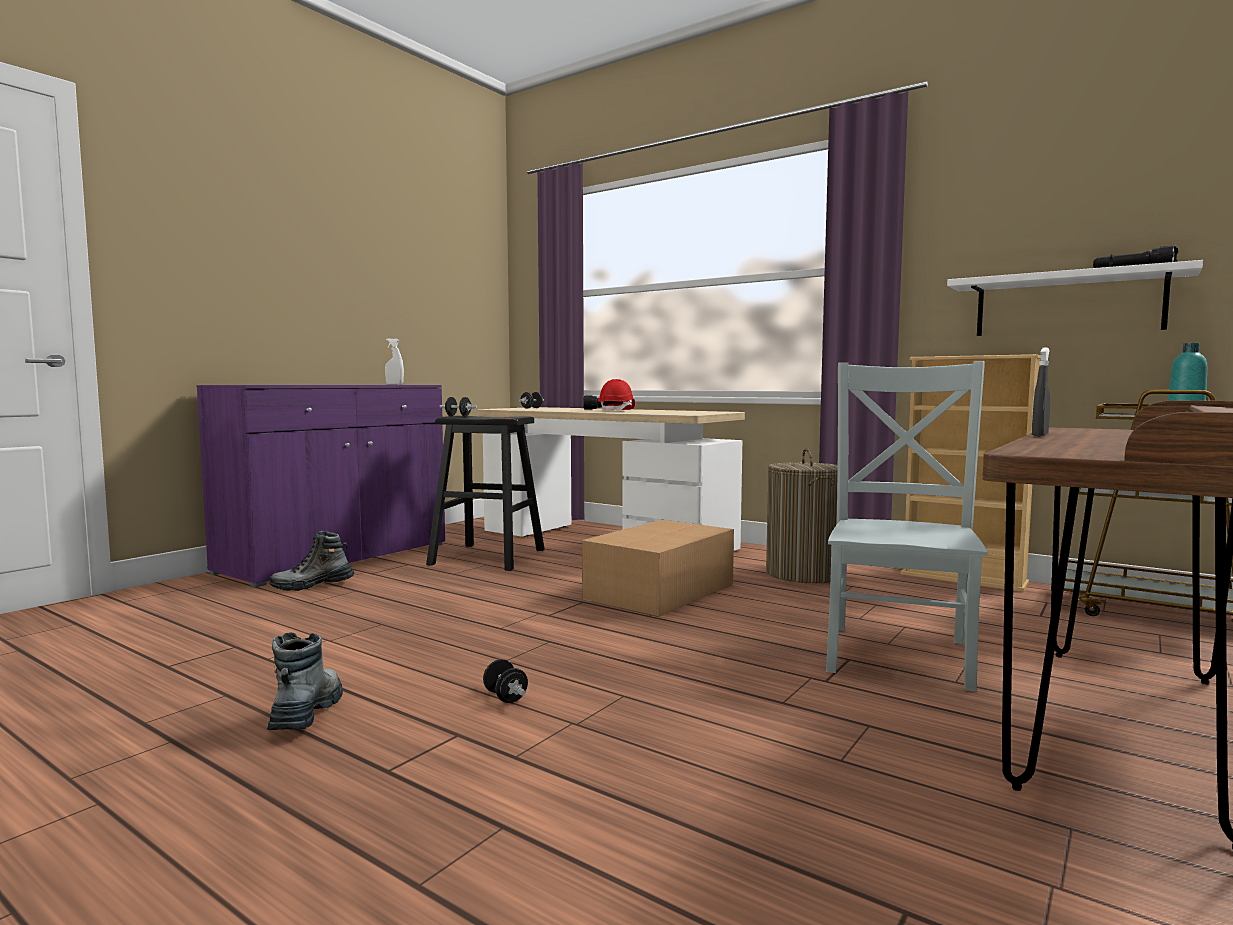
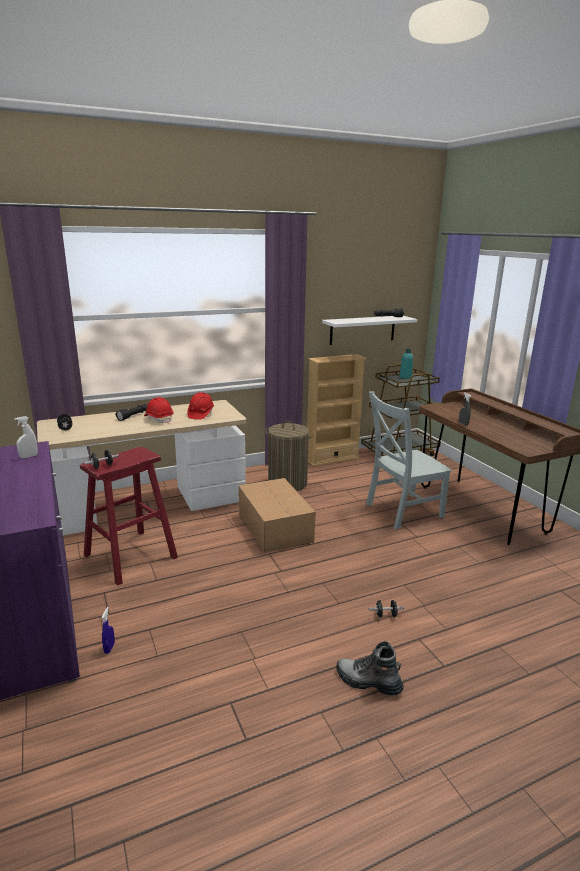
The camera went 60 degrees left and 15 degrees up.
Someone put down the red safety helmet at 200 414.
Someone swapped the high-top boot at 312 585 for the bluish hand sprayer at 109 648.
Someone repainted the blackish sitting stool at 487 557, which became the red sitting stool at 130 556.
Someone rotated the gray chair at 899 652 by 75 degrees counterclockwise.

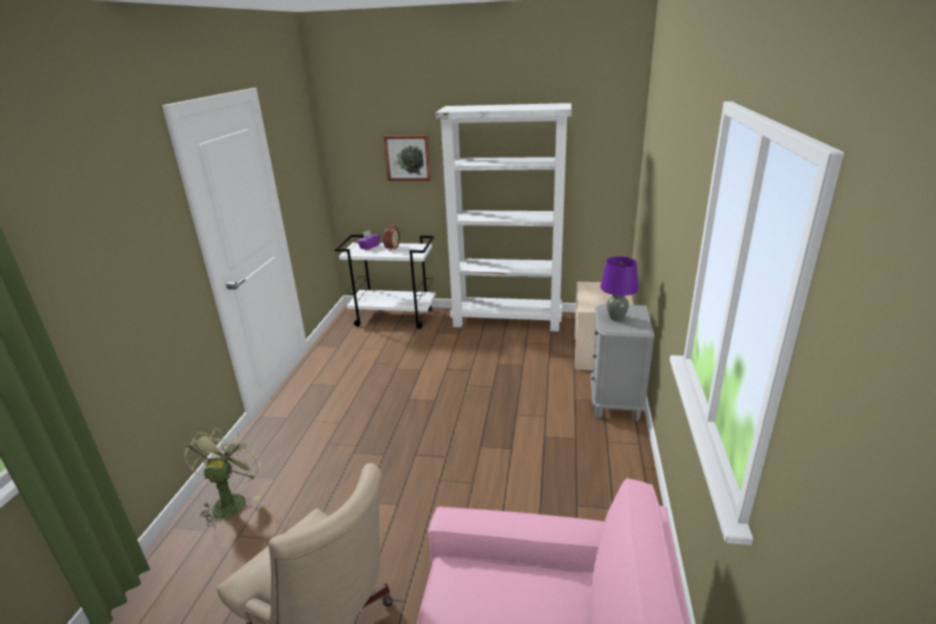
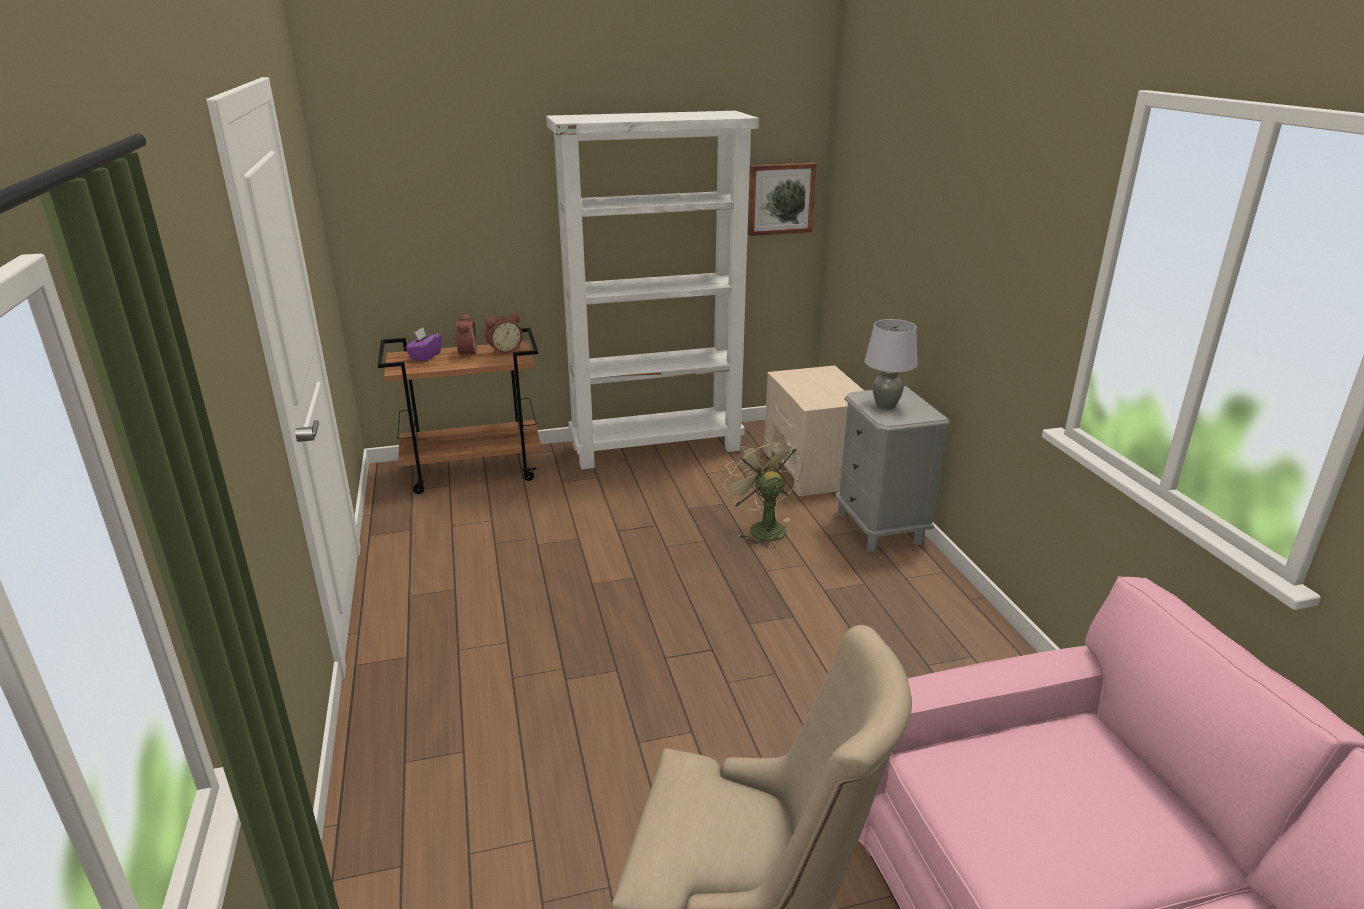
The camera went 25 degrees left and 0 degrees up.
Someone put down the alarm clock at 504 350.
Someone carried the greenish fan from 231 500 to 762 528.
Someone carried the wall picture from 408 158 to 780 198.
Someone repainted the whitish wheeled cart at 394 317, which became the brown-coloured wheeled cart at 474 470.
Someone repainted the purplish tabletop lamp at 616 318, which became the gray tabletop lamp at 885 406.

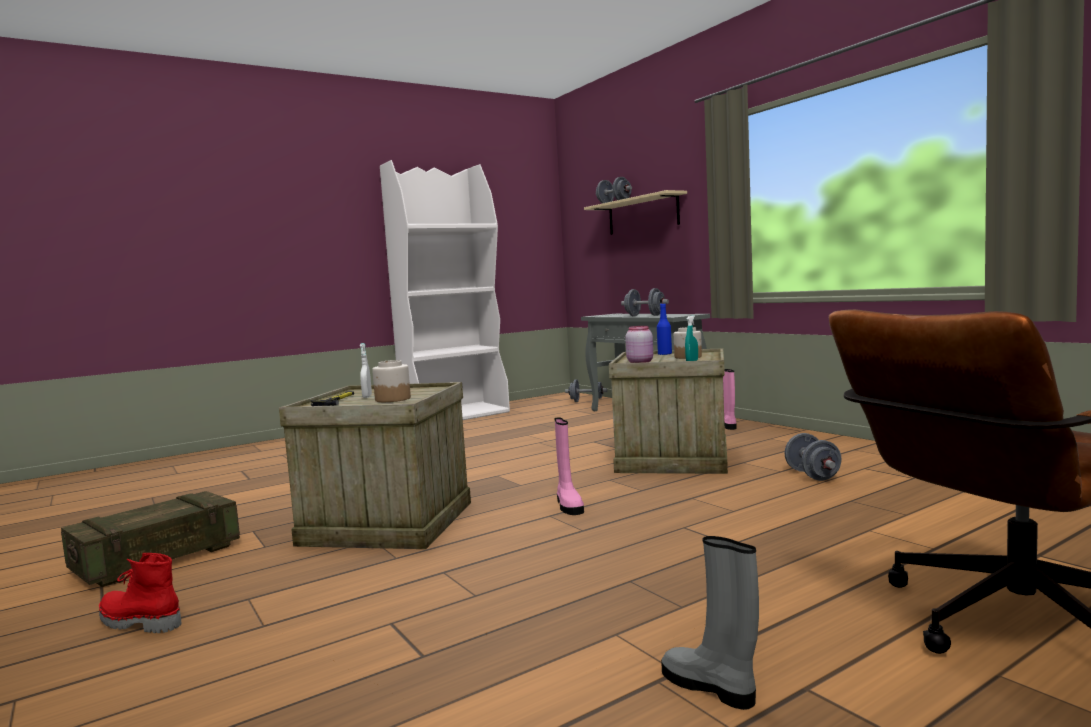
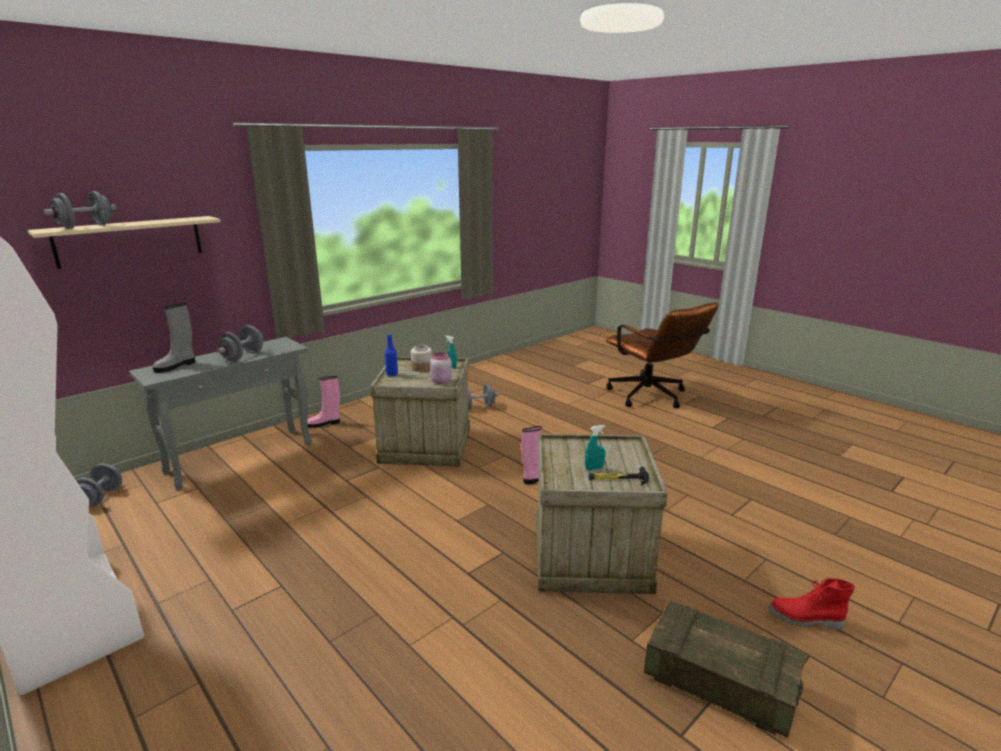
The camera went 100 degrees left and 15 degrees up.
Someone took away the preserve jar at 392 399.
Someone carried the gray high-top boot from 711 687 to 176 366.
Someone repainted the whitish hand sprayer at 367 396, which became the turquoise hand sprayer at 594 468.
Someone rotated the red high-top boot at 138 623 by 90 degrees clockwise.

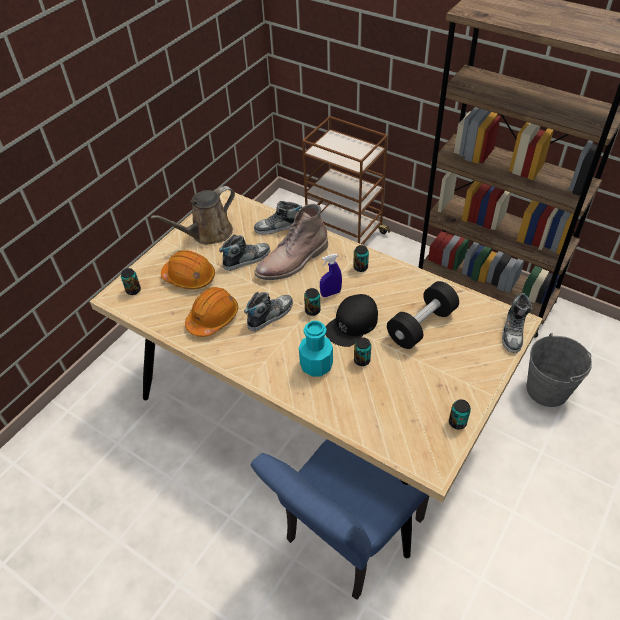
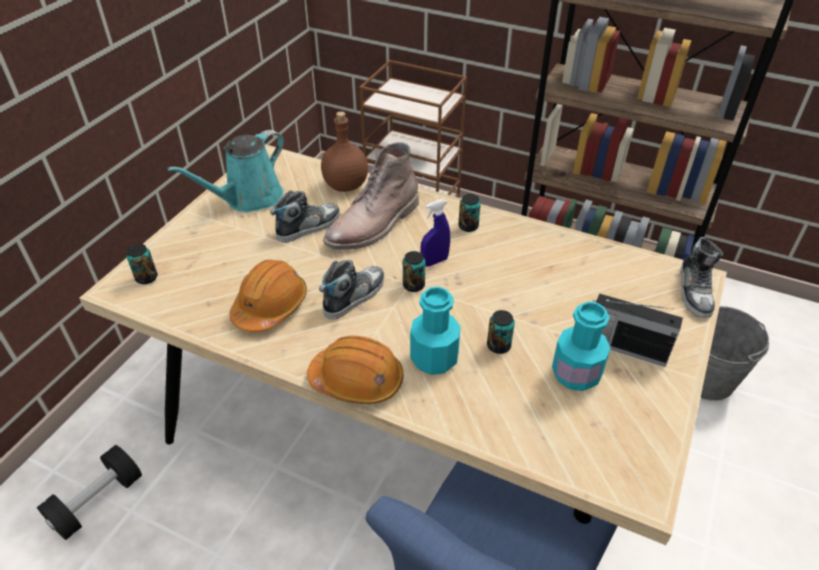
The camera went 10 degrees left and 5 degrees down.
Someone took away the blackish peaked cap at 352 324.
Someone took away the metal can at 457 422.
Someone put down the turquoise beverage bottle at 576 374.
Someone put down the radio receiver at 624 347.
Someone carried the orange-coloured safety helmet from 189 277 to 357 380.
Someone carried the blackish free weight from 421 325 to 97 501.
Someone swapped the low shoe at 278 227 for the brown-coloured beverage bottle at 346 185.
Someone repainted the brown-coloured watering pot at 208 233, which became the turquoise watering pot at 249 199.

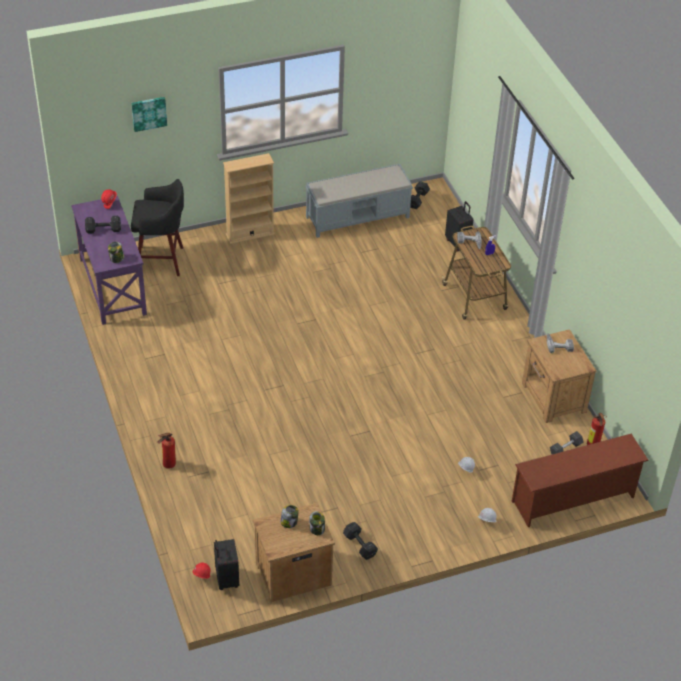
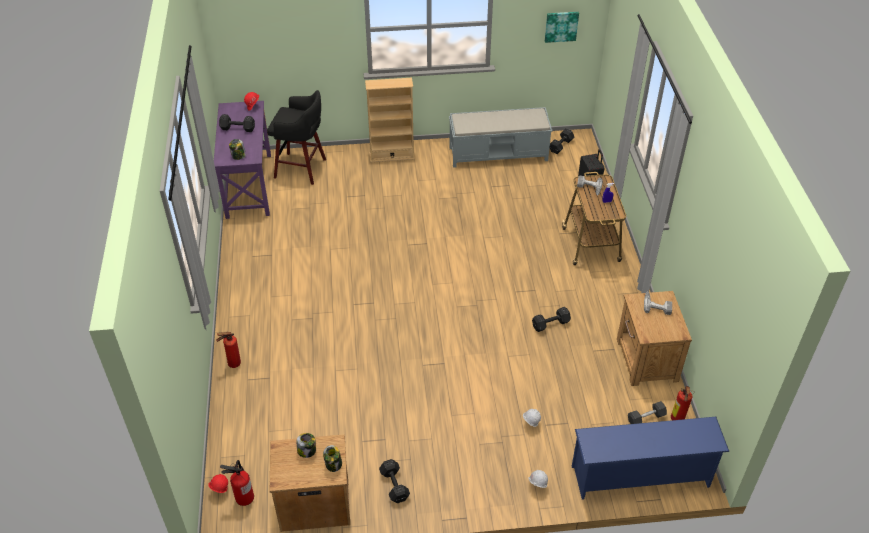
The camera went 15 degrees right and 0 degrees up.
Someone put down the blackish free weight at 551 324.
Someone carried the wall picture from 149 113 to 561 26.
Someone swapped the blackish piece of luggage at 226 579 for the fire-fighting cylinder at 244 496.
Someone repainted the brown-coloured shoe rack at 573 500, which became the bluish shoe rack at 640 477.

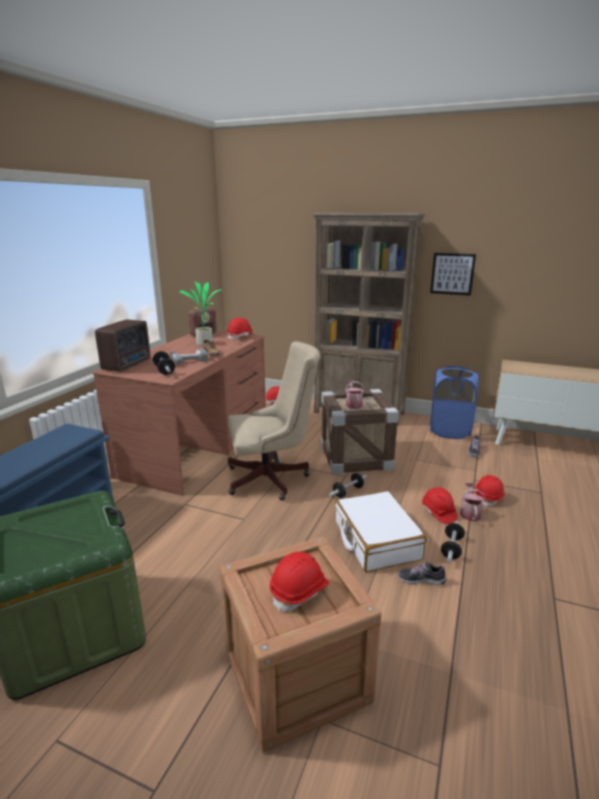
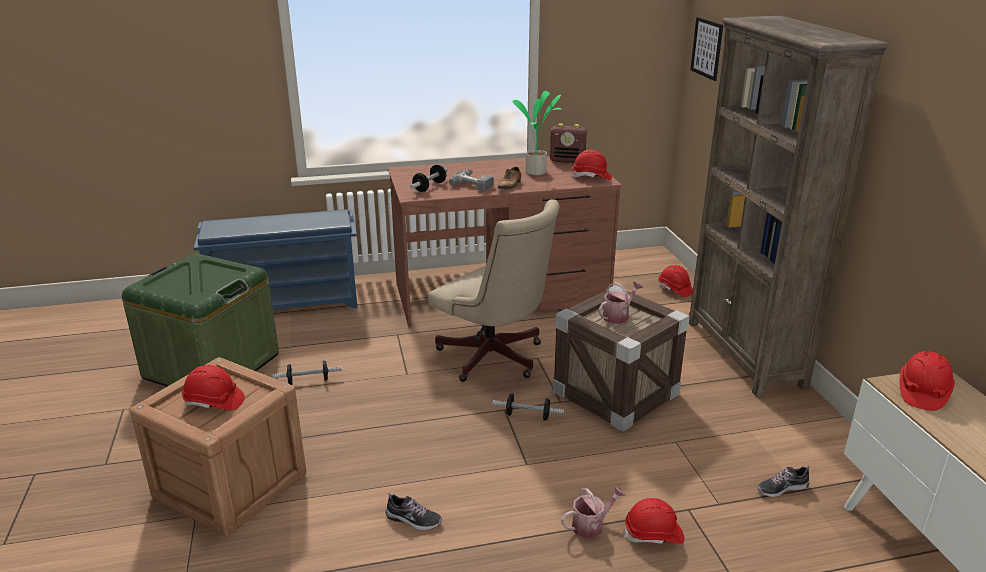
The camera went 55 degrees right and 5 degrees up.
Someone took away the radio receiver at 128 365.
Someone took away the whitish piece of luggage at 376 540.
Someone took away the bluish washing basket at 449 430.
Someone carried the red safety helmet from 438 513 to 922 393.
Someone carried the wall picture from 452 274 to 707 48.
Someone carried the free weight from 451 548 to 308 381.
Someone rotated the low shoe at 421 579 by 135 degrees clockwise.

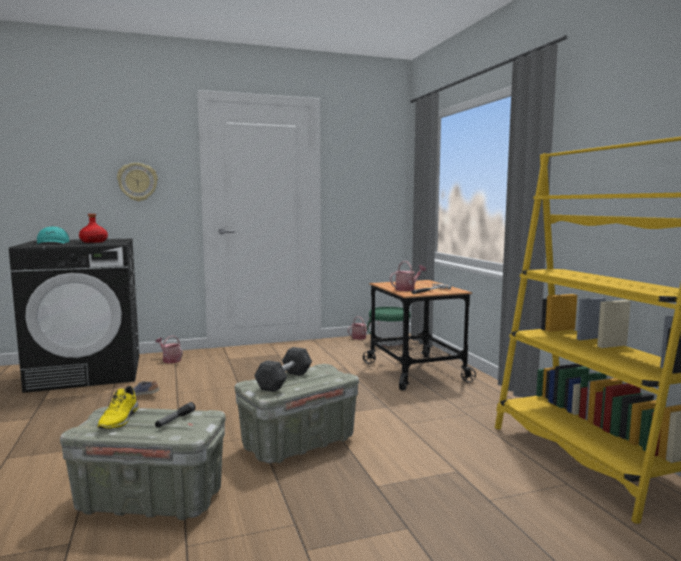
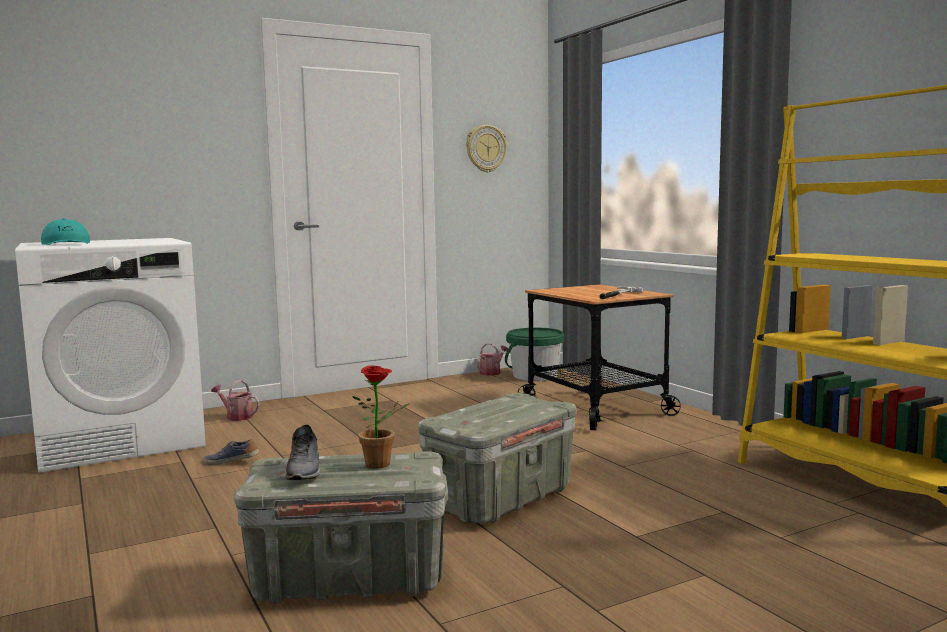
The camera went 10 degrees left and 0 degrees up.
Someone took away the red beverage bottle at 93 242.
Someone took away the gray free weight at 284 380.
Someone took away the watering pot at 407 289.
Someone carried the wall clock from 137 182 to 486 148.
Someone swapped the torch at 175 420 for the potted plant at 383 464.
Someone repainted the blackish laundry machine at 88 372, which became the whitish laundry machine at 121 440.
Someone repainted the yellowish low shoe at 120 419, which became the gray low shoe at 305 470.

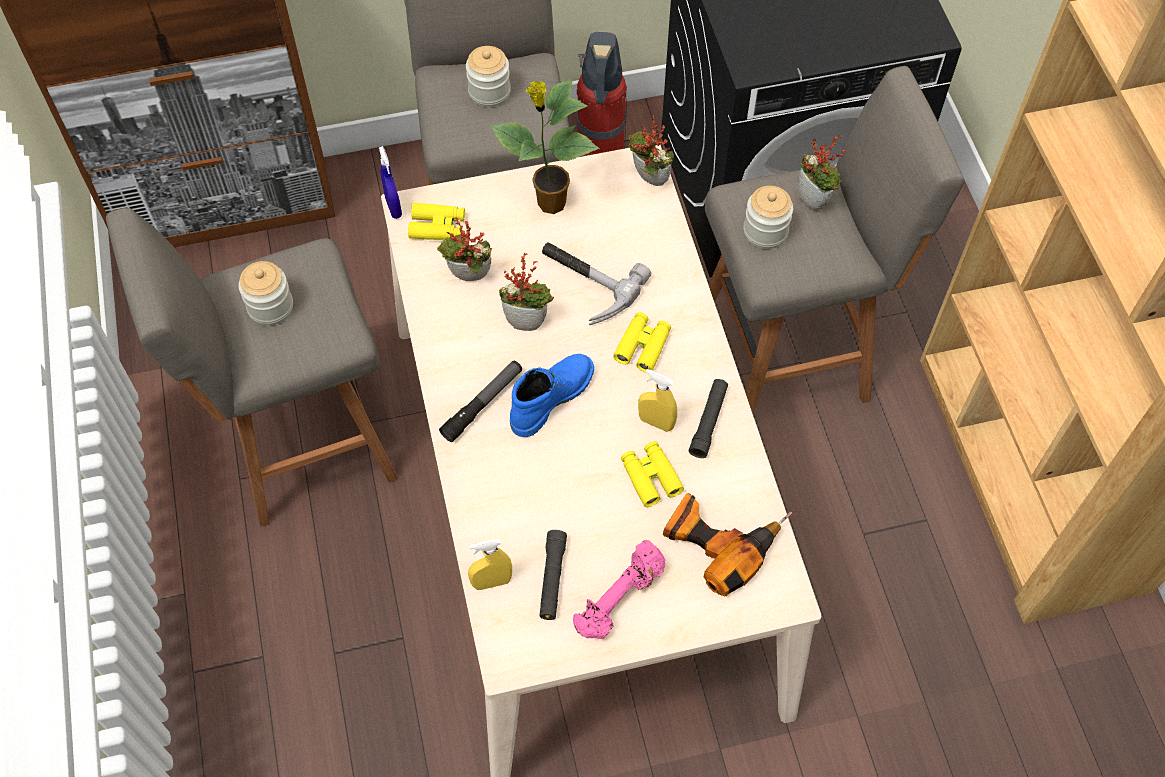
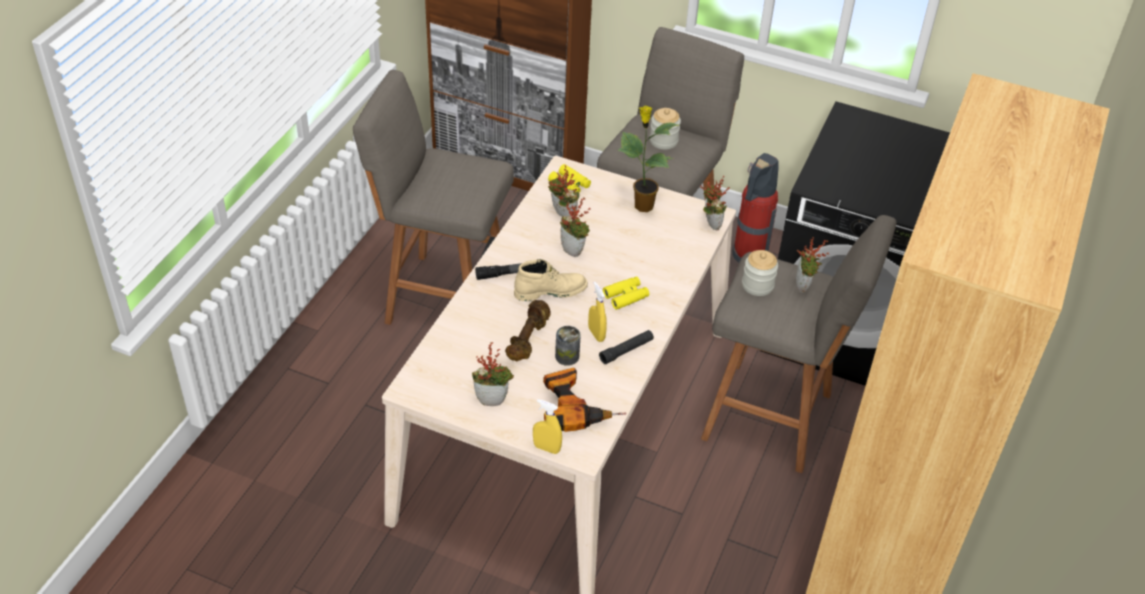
The camera went 35 degrees right and 15 degrees down.
Someone took away the preserve jar at 270 307.
Someone took away the bluish hand sprayer at 393 207.
Someone took away the blackish torch at 552 579.
Someone took away the tool hammer at 584 284.
Someone put down the brown-coloured free weight at 529 339.
Someone carried the yellowish hand sprayer from 491 582 to 546 448.
Someone swapped the pink free weight at 620 599 for the potted plant at 493 399.
Someone swapped the yellowish field glasses at 651 477 for the metal can at 567 356.
Someone repainted the bluish high-top boot at 550 397, which became the beige-coloured high-top boot at 550 290.

